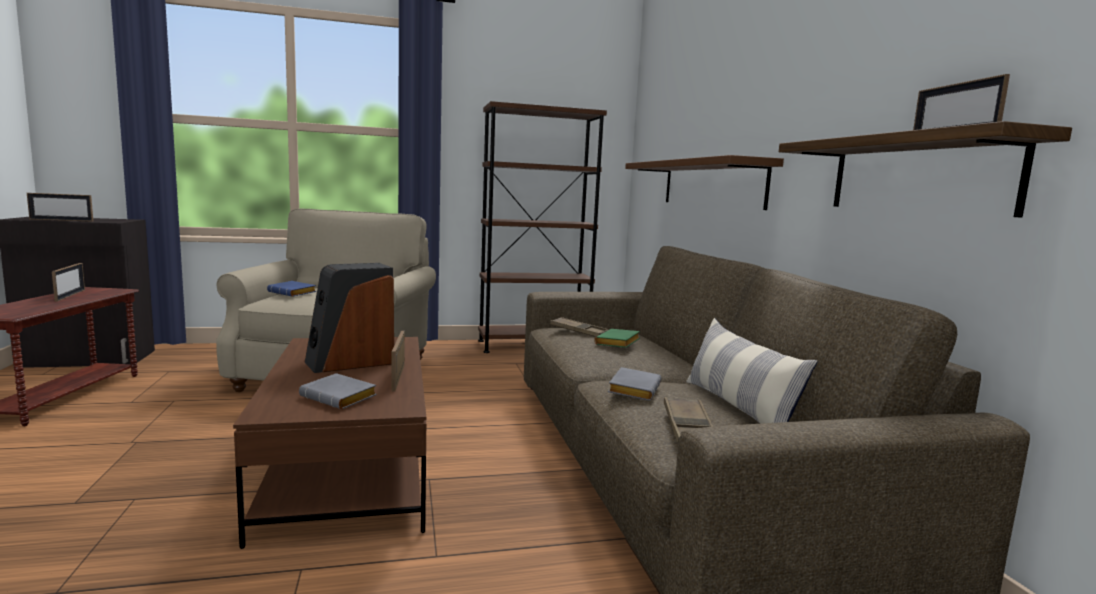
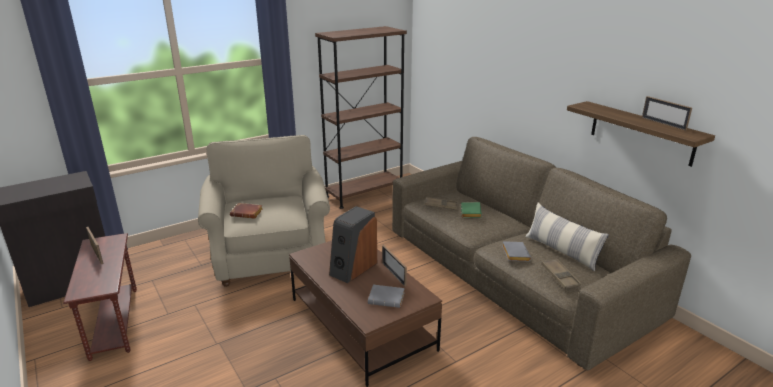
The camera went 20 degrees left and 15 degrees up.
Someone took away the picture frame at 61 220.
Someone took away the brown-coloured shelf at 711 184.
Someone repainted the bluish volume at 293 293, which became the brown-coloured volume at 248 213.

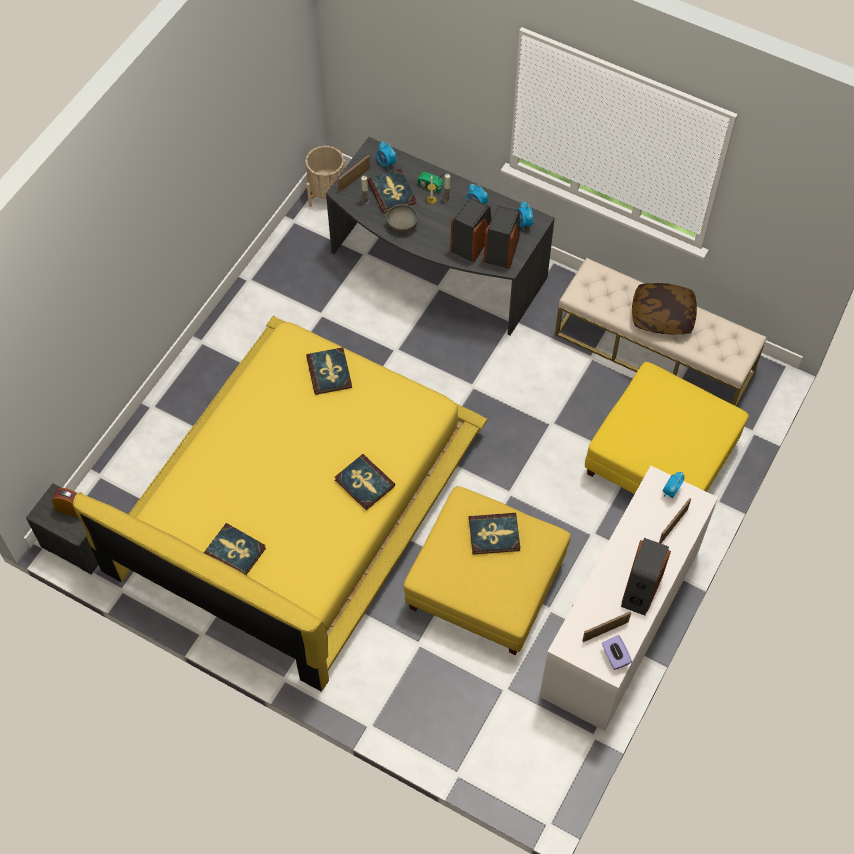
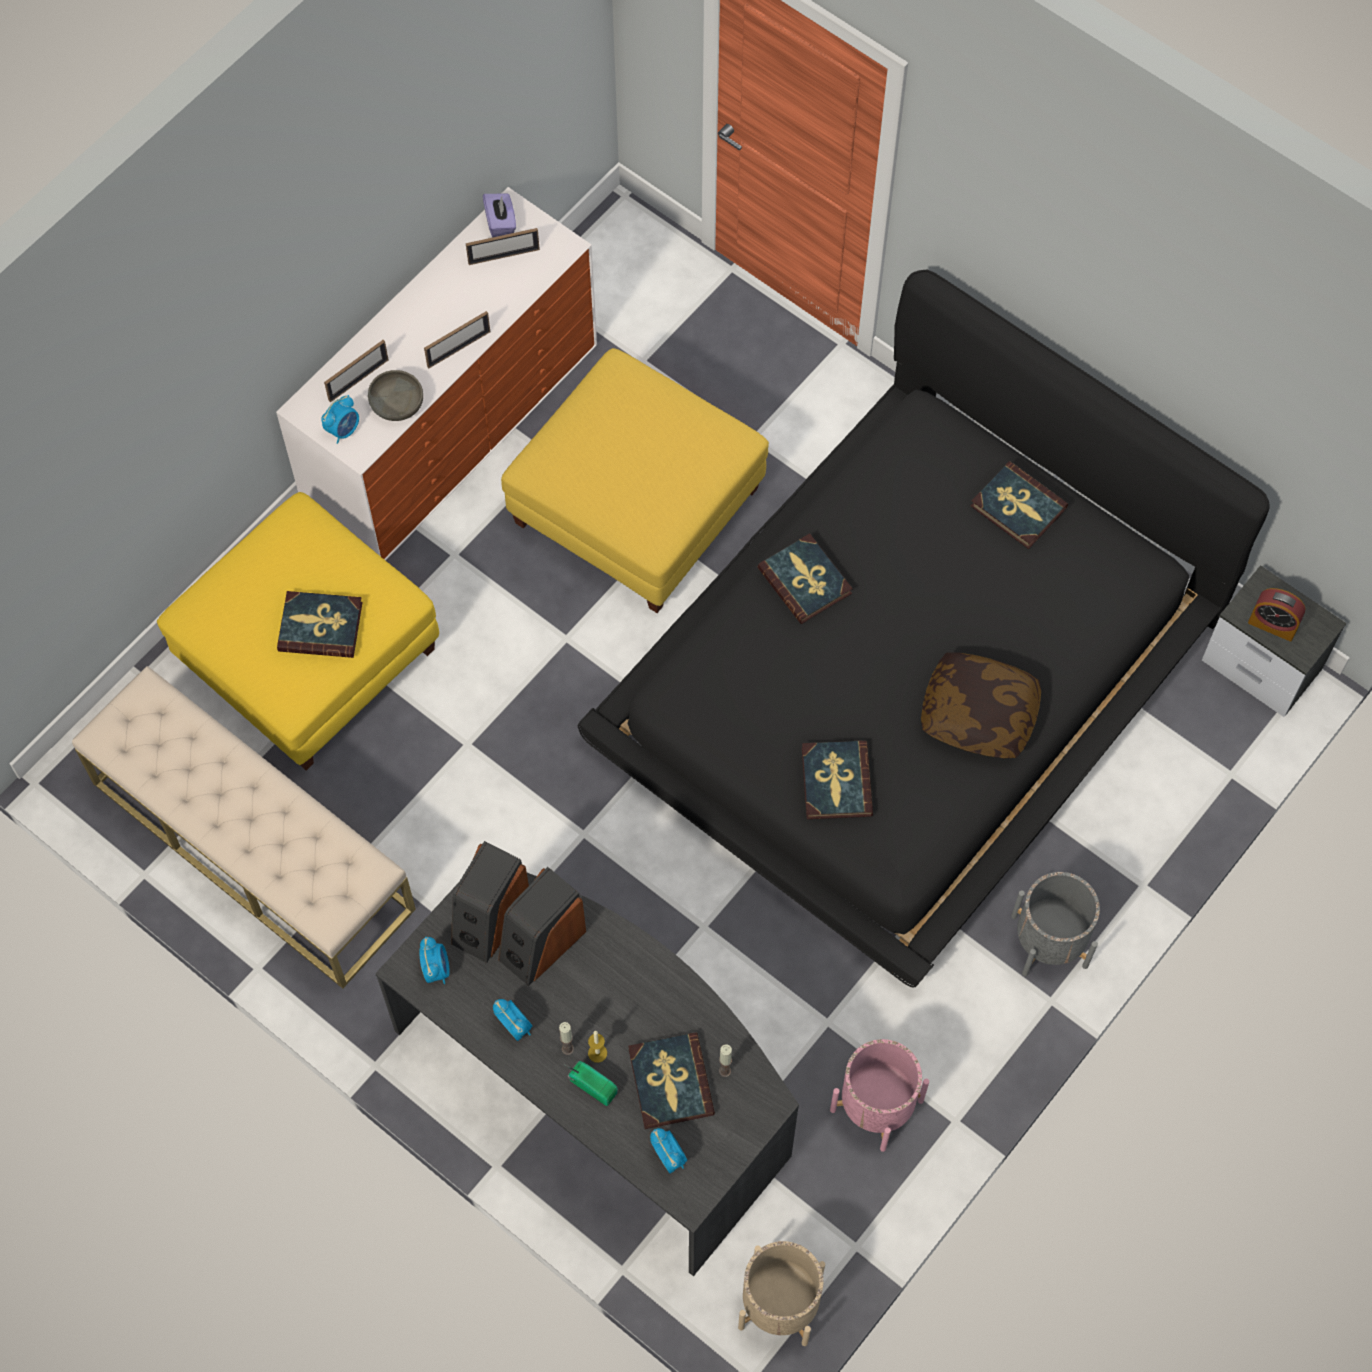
The camera went 170 degrees left and 5 degrees up.
Someone took away the speaker at 641 589.
Someone put down the pink flower pot at 876 1105.
Someone put down the gray flower pot at 1049 941.
Someone carried the picture frame from 354 180 to 458 349.
Someone carried the gray deep dish from 402 224 to 397 404.
Someone carried the volume from 494 535 to 320 626.
Someone carried the pillow from 662 316 to 979 714.
Someone repainted the yellowish bedroom bed at 296 503, which became the blackish bedroom bed at 910 676.

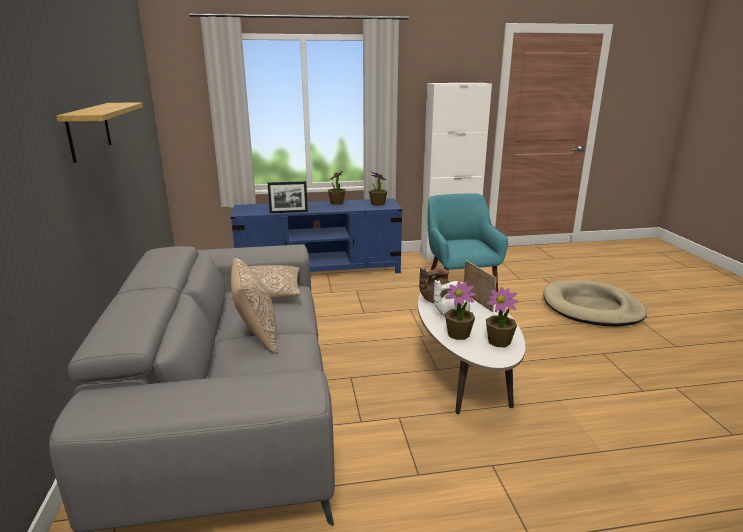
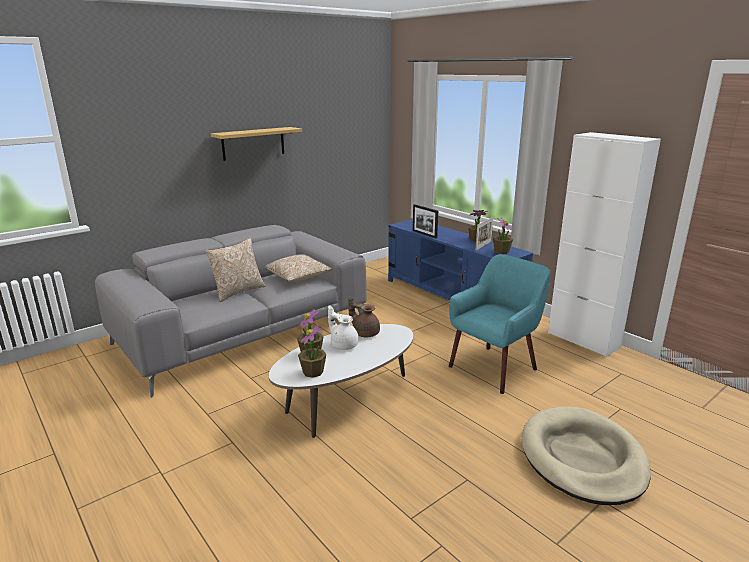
The camera went 60 degrees right and 0 degrees up.
Someone carried the picture frame from 477 301 to 483 245.

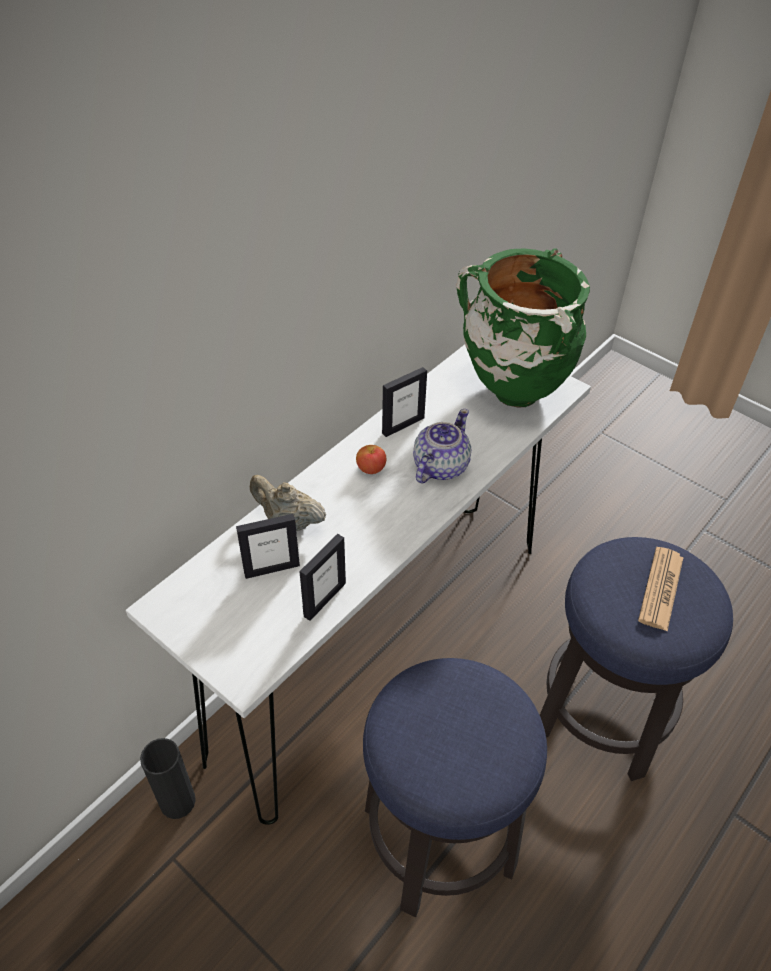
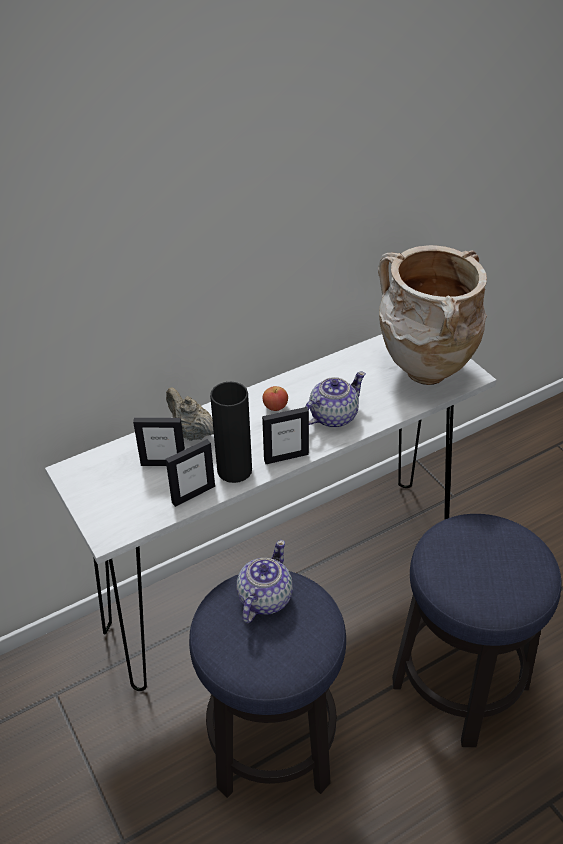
The camera went 20 degrees right and 5 degrees down.
Someone took away the printed paper at 661 589.
Someone put down the pot for tea at 264 599.
Someone carried the blackish vase from 177 801 to 234 470.
Someone carried the picture frame from 403 425 to 286 457.
Someone repainted the greenish vase at 513 391, which became the beige-coloured vase at 424 370.

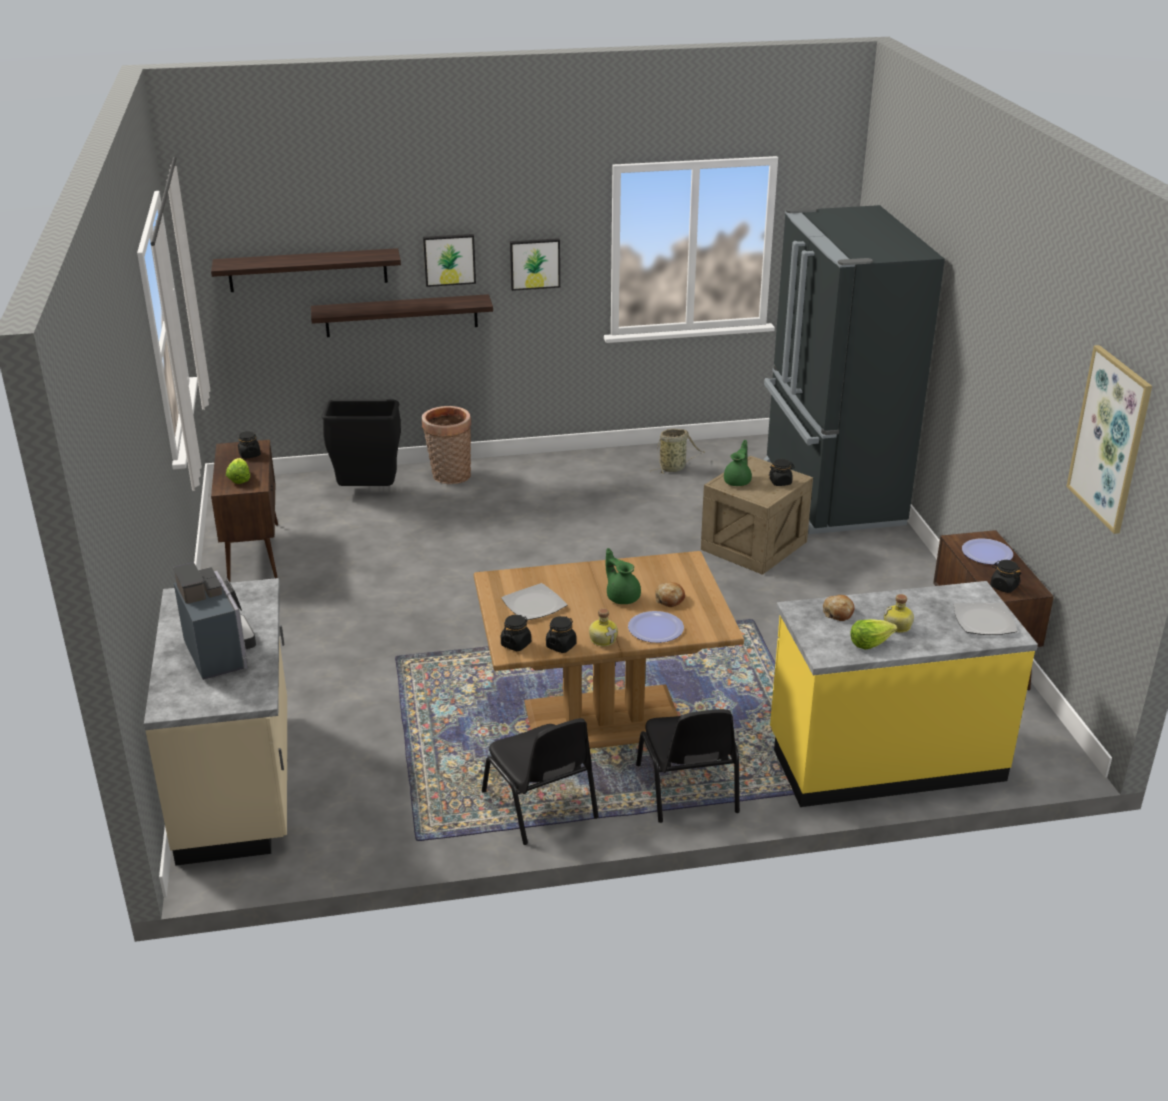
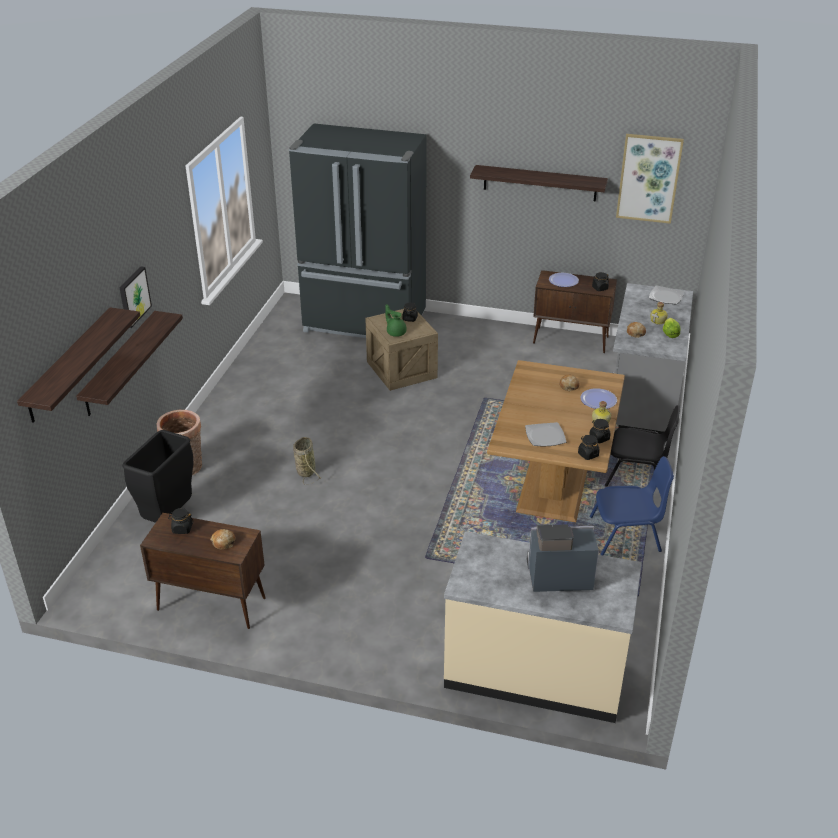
The camera went 65 degrees left and 5 degrees up.
Someone took away the wall picture at 534 263.
Someone took away the greenish pot for tea at 622 597.
Someone put up the shelf at 540 183.
Someone carried the storage basket from 674 468 to 306 470.
Someone swapped the lettuce head at 239 479 for the bread at 223 542.
Someone repainted the blackish chair at 541 805, which became the bluish chair at 626 535.
Someone repainted the yellowish counter at 884 758, which became the gray counter at 642 401.

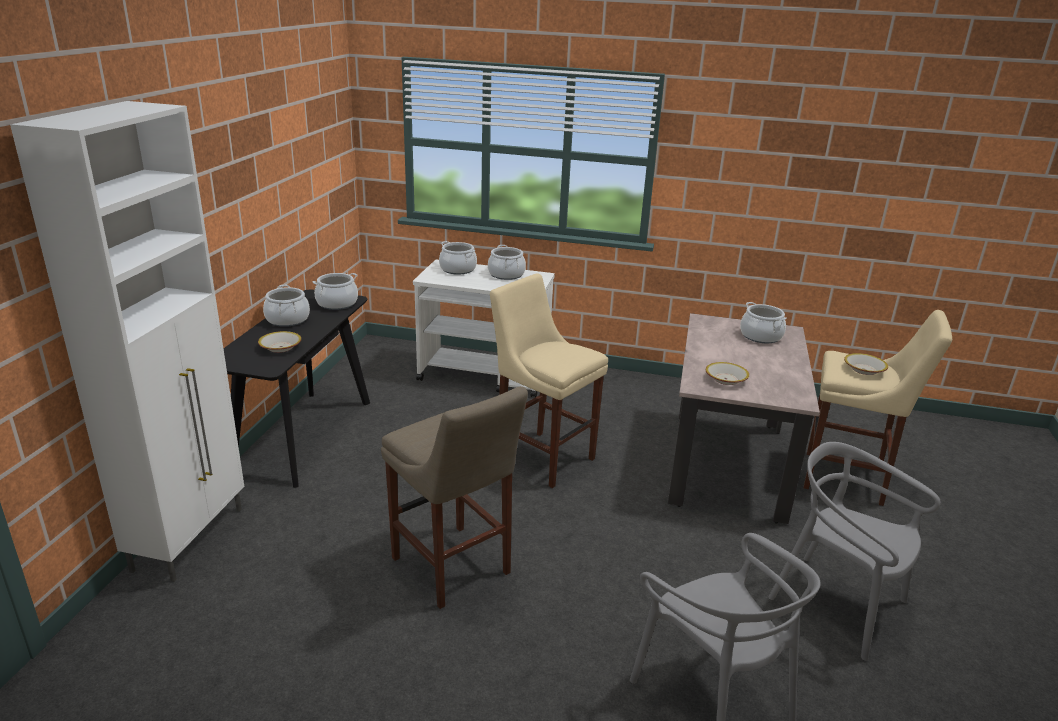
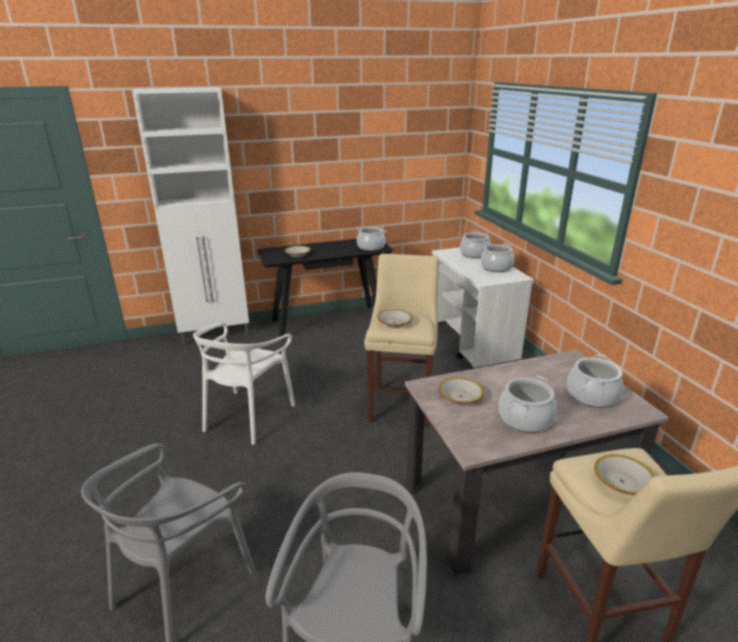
The camera went 60 degrees right and 0 degrees up.
Someone put down the deep dish at 394 323.
Someone carried the cooking pot from 288 319 to 525 419.
Someone swapped the beige-coloured sitting stool at 453 569 for the whitish chair at 248 416.

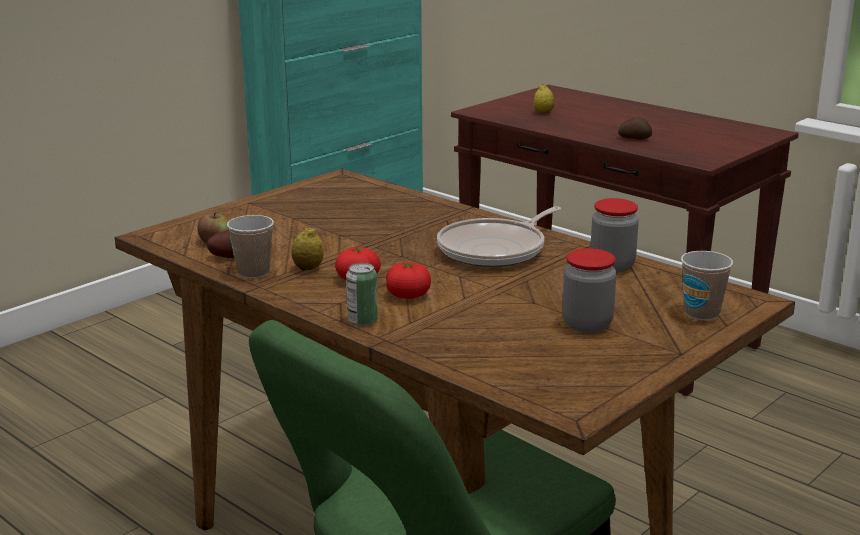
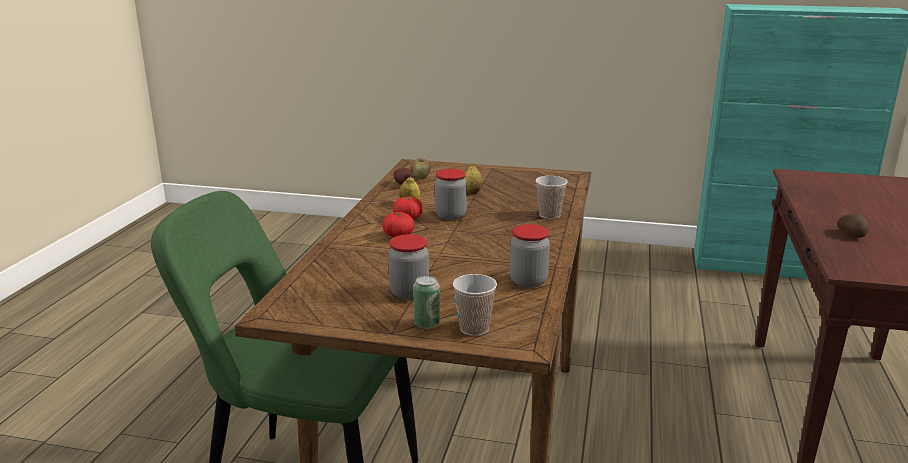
The camera went 60 degrees right and 0 degrees up.
Someone took away the skillet at 495 250.
Someone put down the preserve jar at 450 216.
Someone carried the cup from 253 272 to 549 215.
Someone carried the metal can from 362 321 to 427 324.
Someone carried the citrus fruit from 543 112 to 472 192.

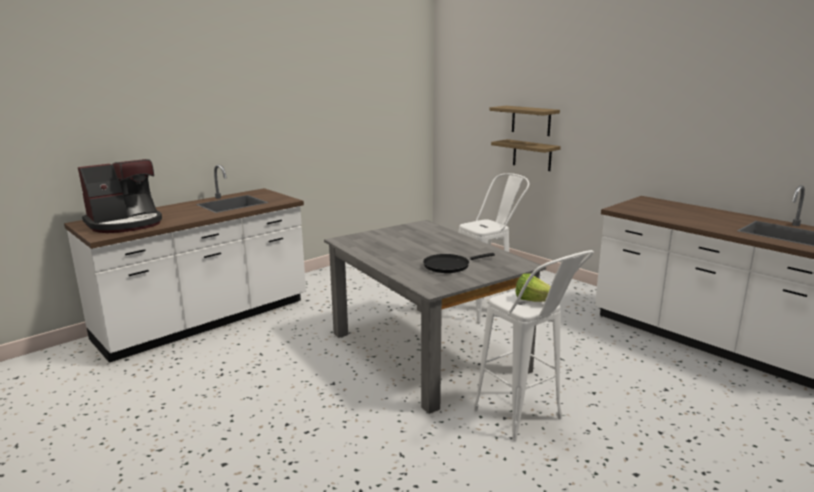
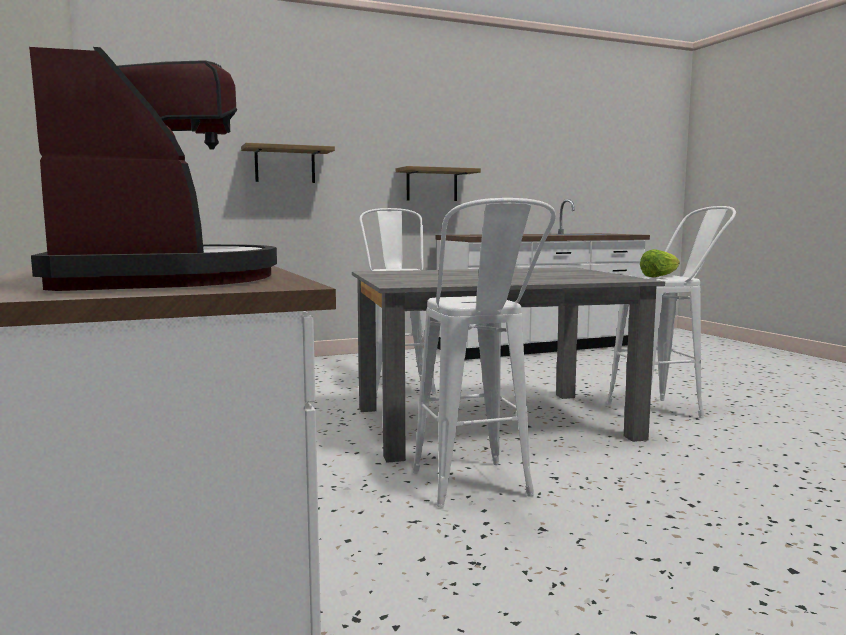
The camera went 70 degrees left and 10 degrees down.
Someone took away the blackish skillet at 449 266.
Someone put down the whitish sitting stool at 477 492.
Someone carried the shelf from 532 155 to 431 185.

